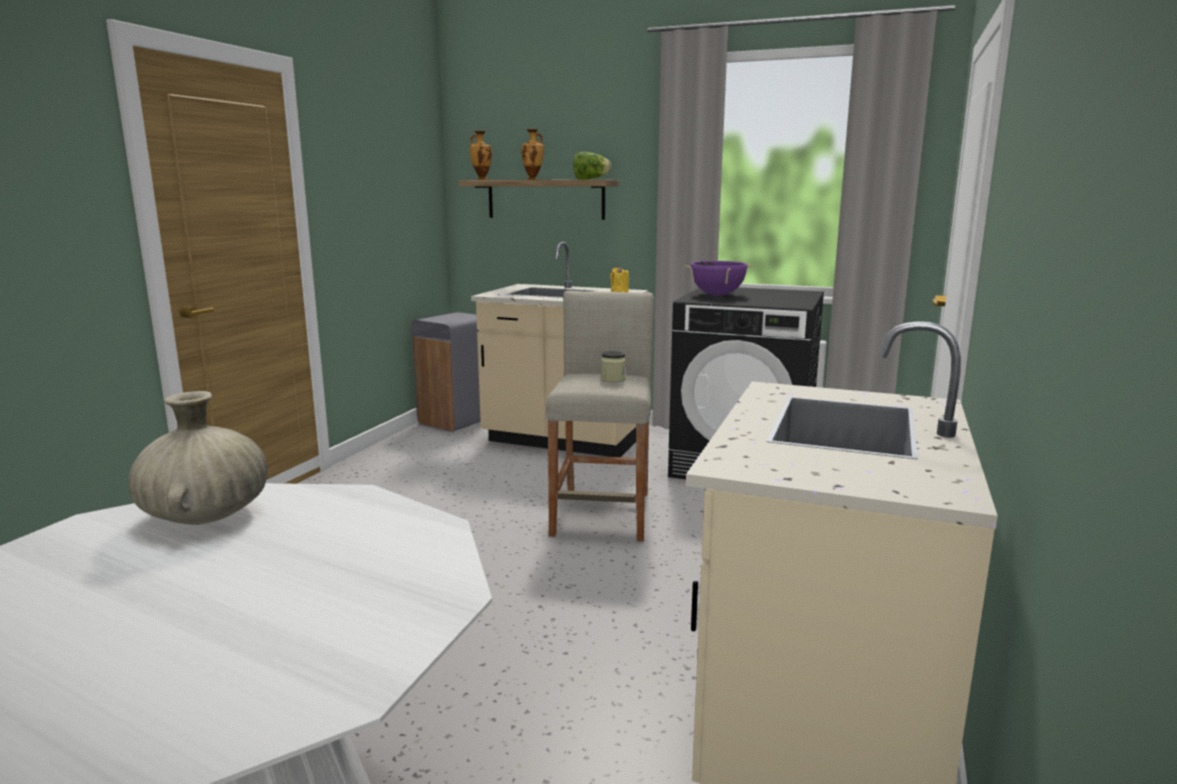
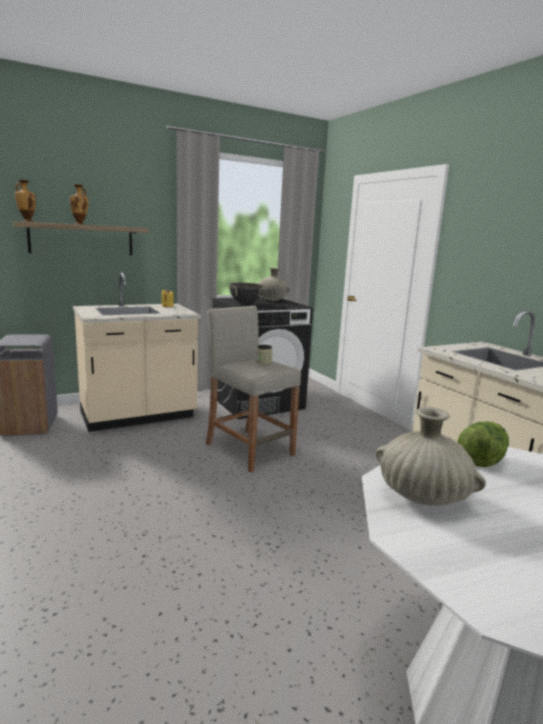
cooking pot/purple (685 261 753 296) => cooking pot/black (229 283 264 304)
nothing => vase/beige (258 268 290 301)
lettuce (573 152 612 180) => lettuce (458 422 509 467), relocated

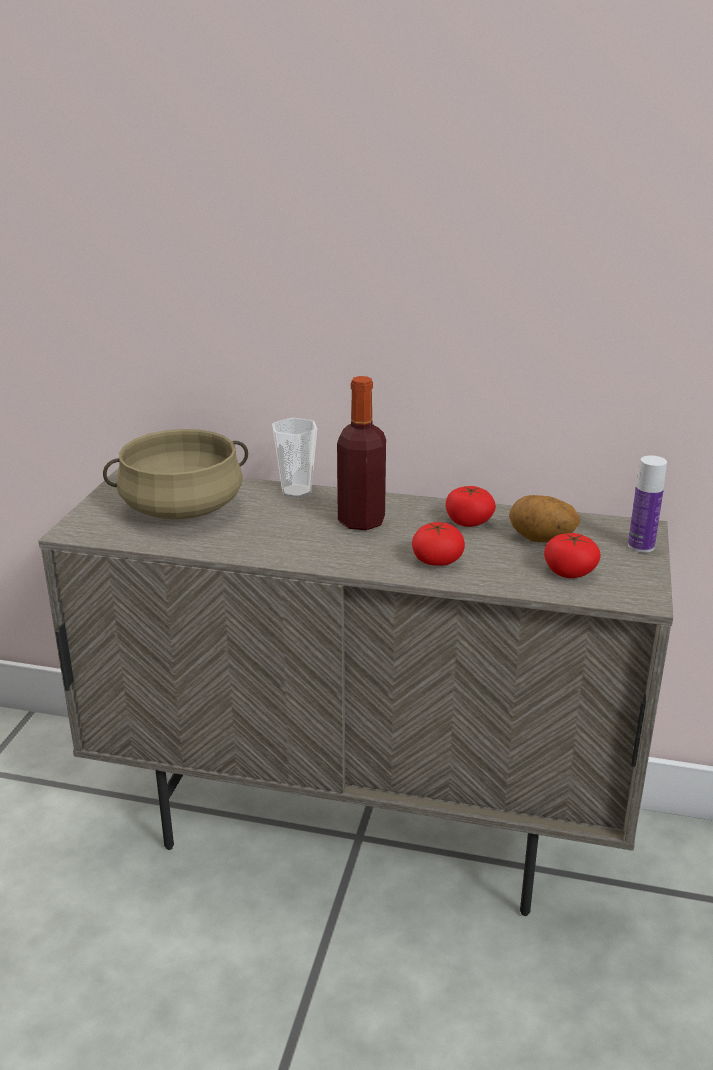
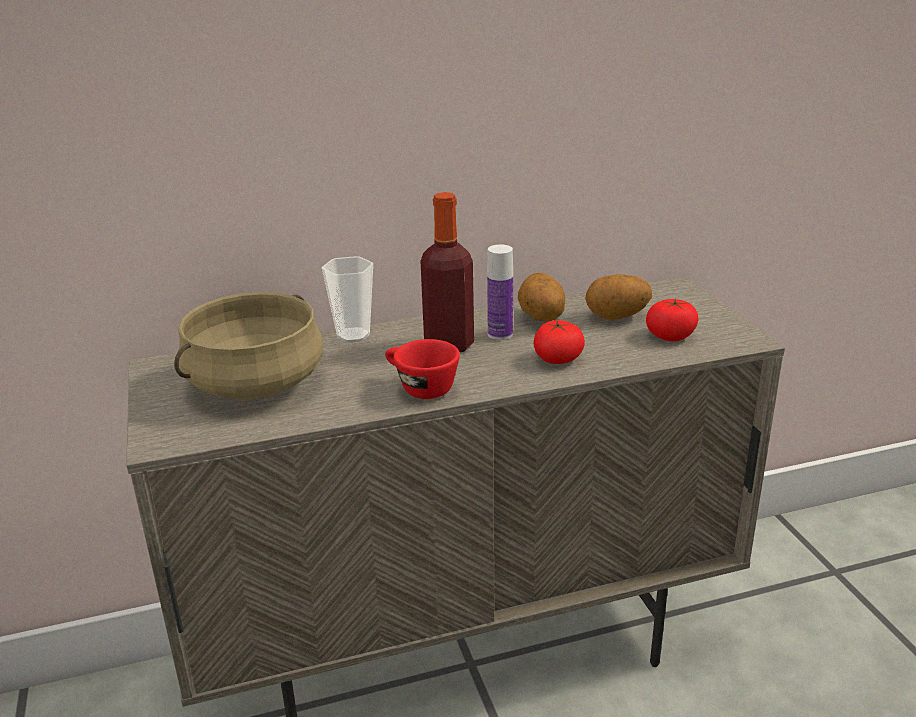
nothing => cup/red (385 339 460 399)
bottle (628 455 667 553) => bottle (487 244 513 340), relocated
tomato (446 486 496 527) => potato (518 273 565 322)

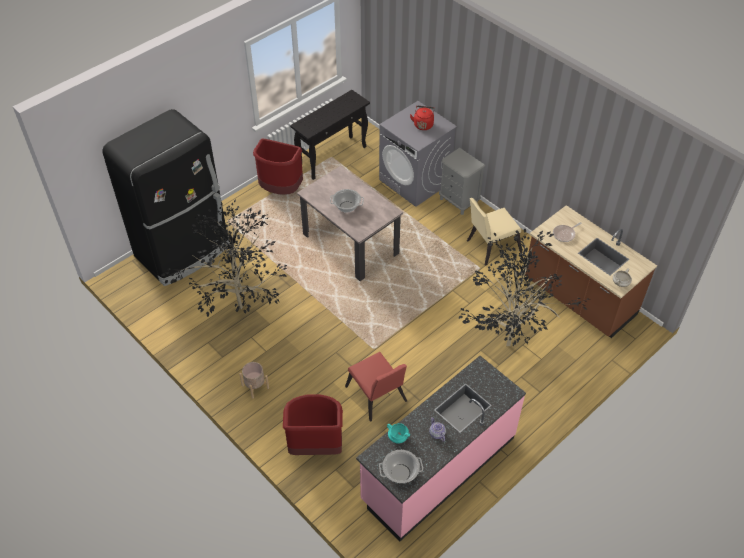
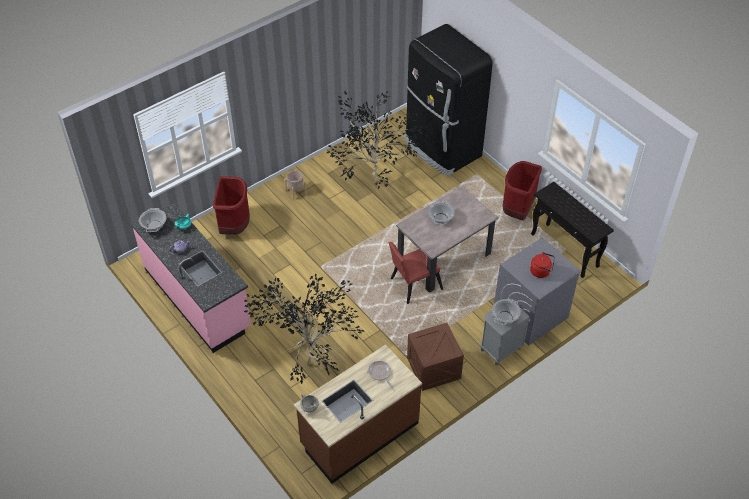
chair/red (345 352 407 422) => chair/red (388 242 443 304), relocated
chair/beige (467 198 523 266) => crate (407 323 464 391)
nothing => cooking pot (492 298 521 326)

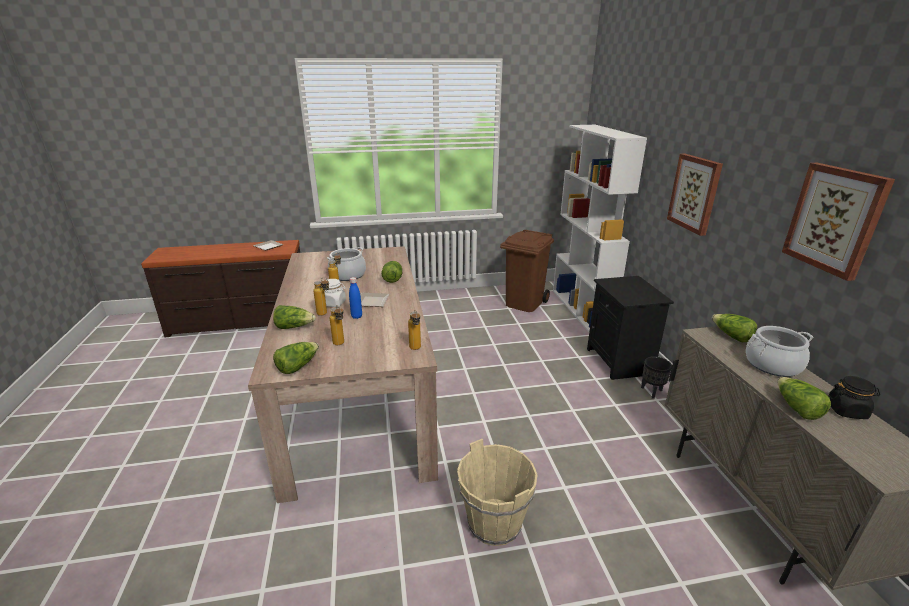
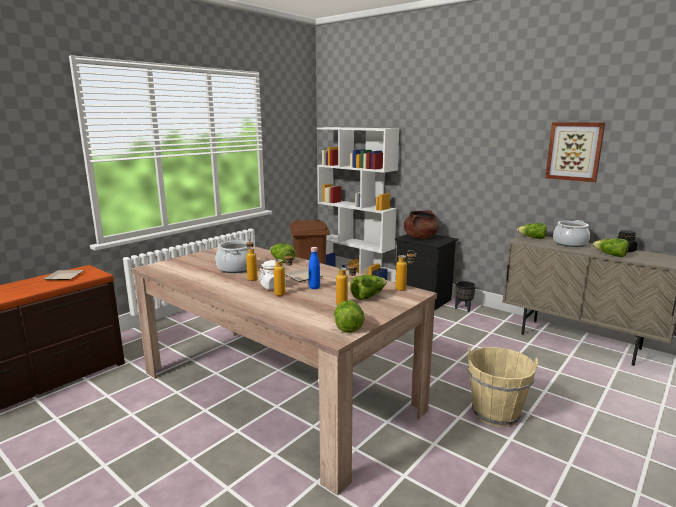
lettuce (273 305 316 329) => lettuce (350 275 387 300), relocated
nothing => cooking pot/brown (404 210 439 239)
picture (667 154 723 236) => nothing

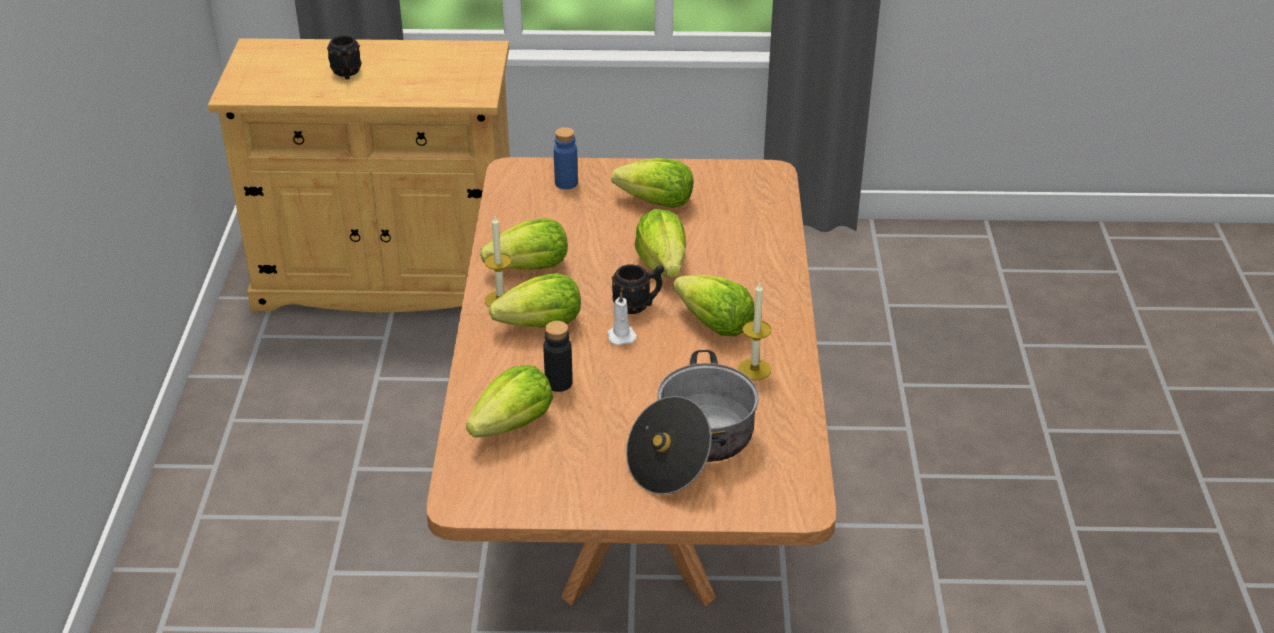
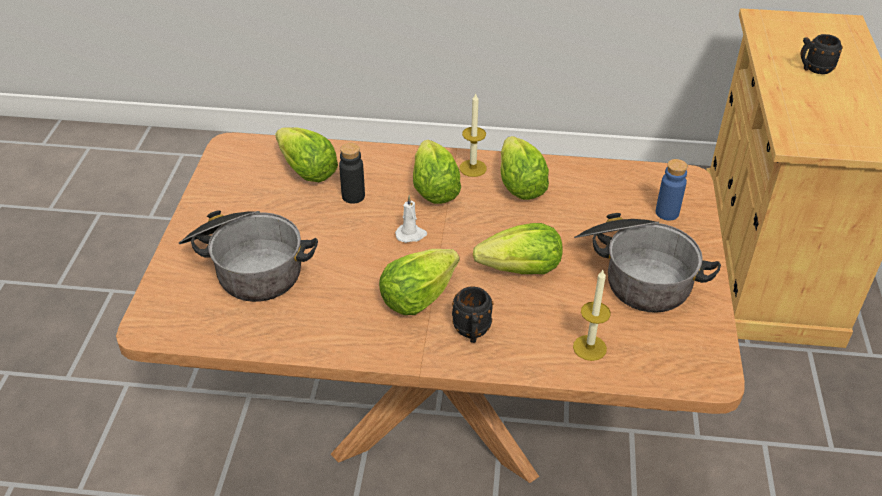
mug/black (611 264 664 314) => mug/black (452 287 494 343), relocated
candle (738 283 771 380) => candle (573 270 611 361), relocated
lettuce (611 158 693 208) => cooking pot (574 213 721 313)

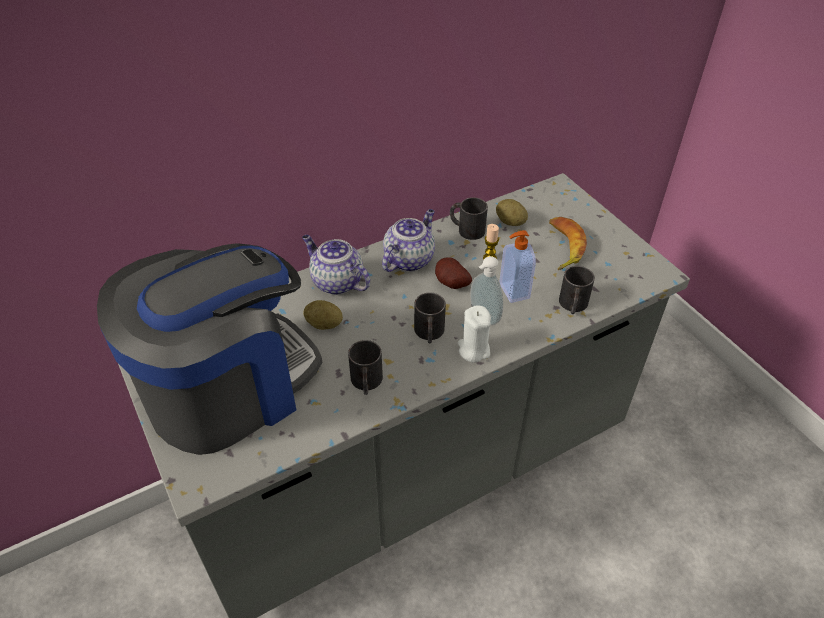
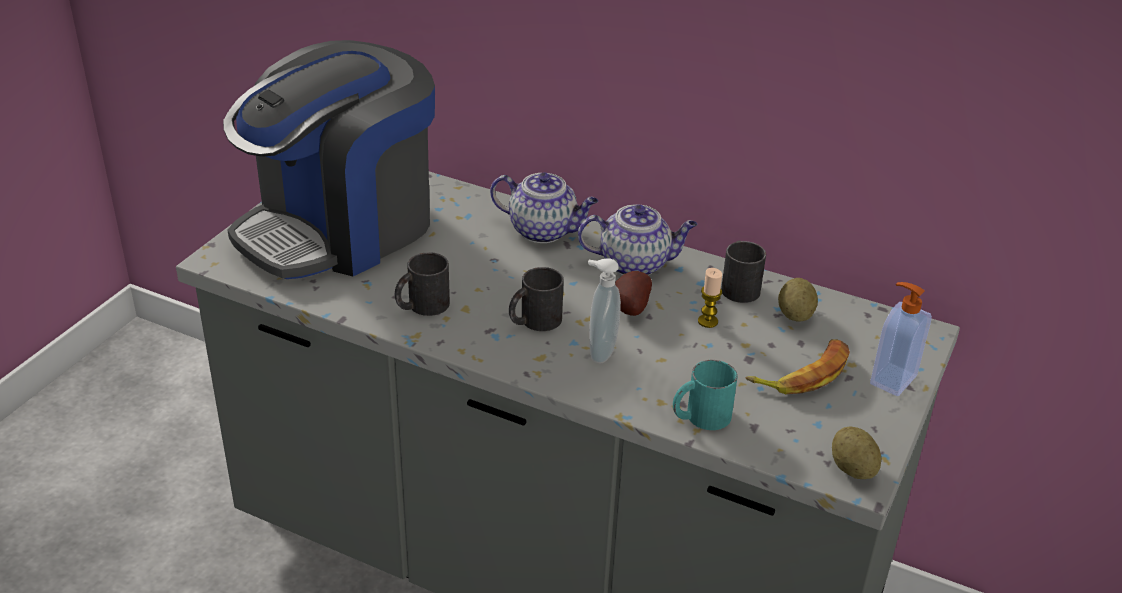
coffee machine (97 243 322 455) => coffee machine (223 40 435 279), 120 degrees clockwise
teapot (302 235 370 295) => teapot (490 172 598 243), 105 degrees clockwise
mug/black (559 266 595 314) => mug/turquoise (673 360 738 430)
potato (303 300 343 330) => potato (832 426 882 479), relocated
soap dispenser (499 230 536 303) => soap dispenser (870 282 932 396), relocated
candle/white (458 306 491 363) => nothing

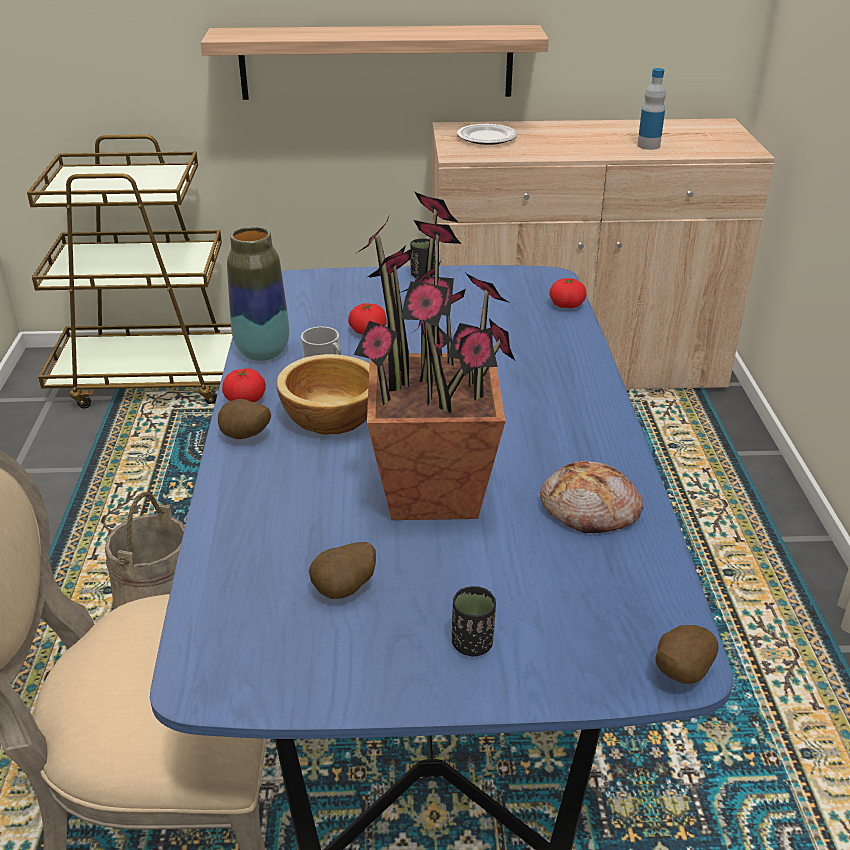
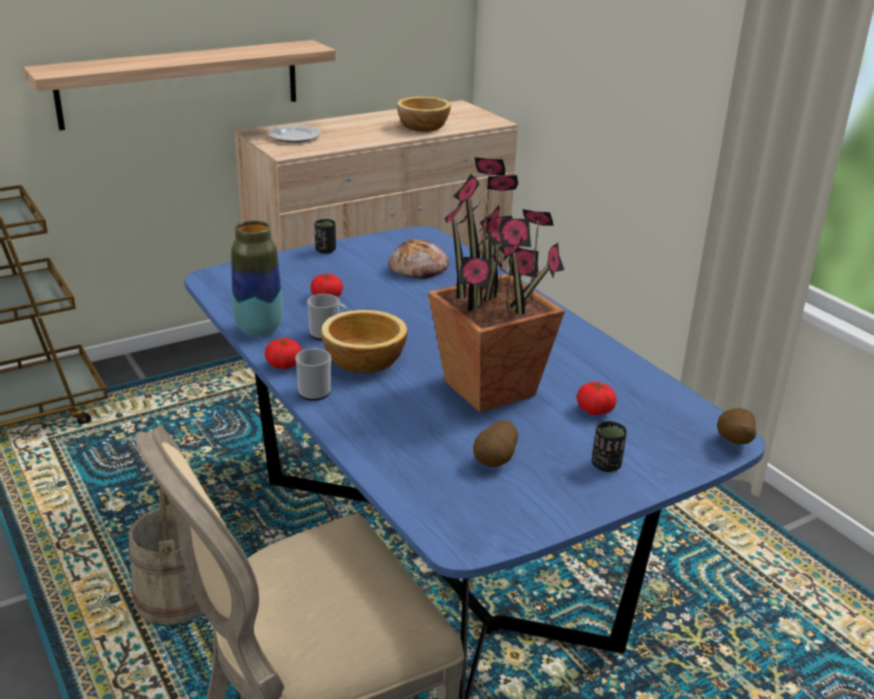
potato (218 399 271 439) => mug (295 348 331 401)
bread (540 461 643 534) => bread (389 239 449 279), relocated
bottle (637 68 666 150) => bowl (397 97 451 132)
tomato (549 278 587 308) => tomato (577 382 617 415), relocated

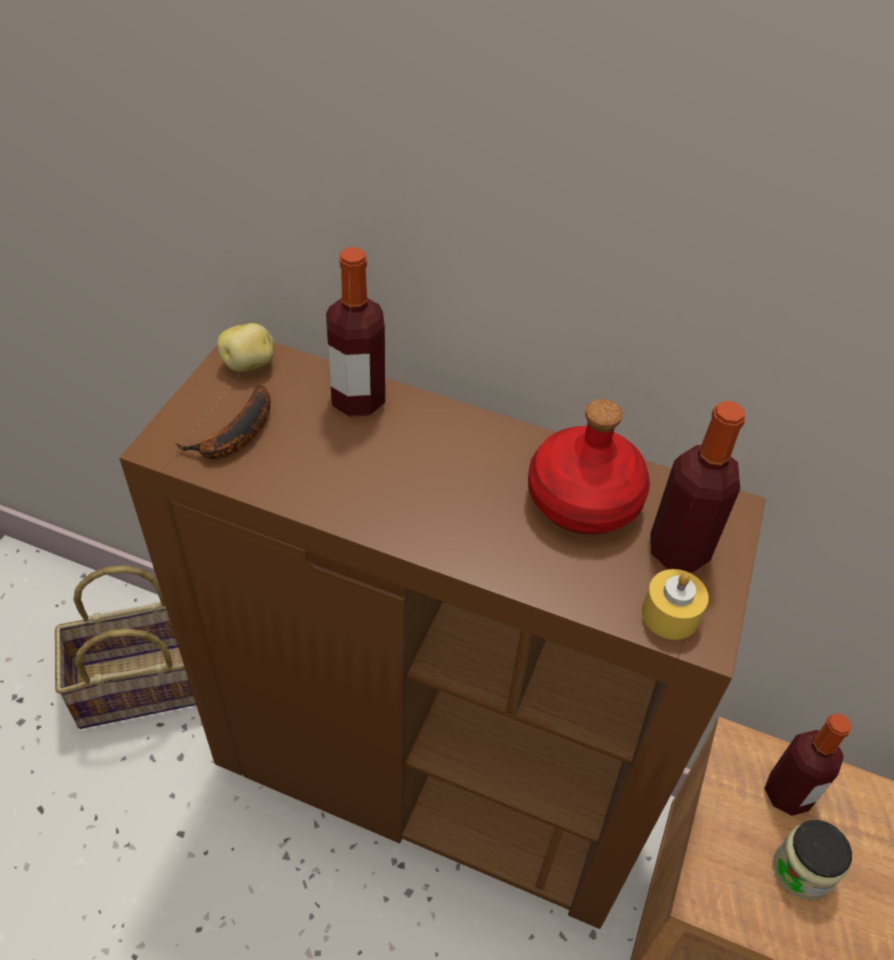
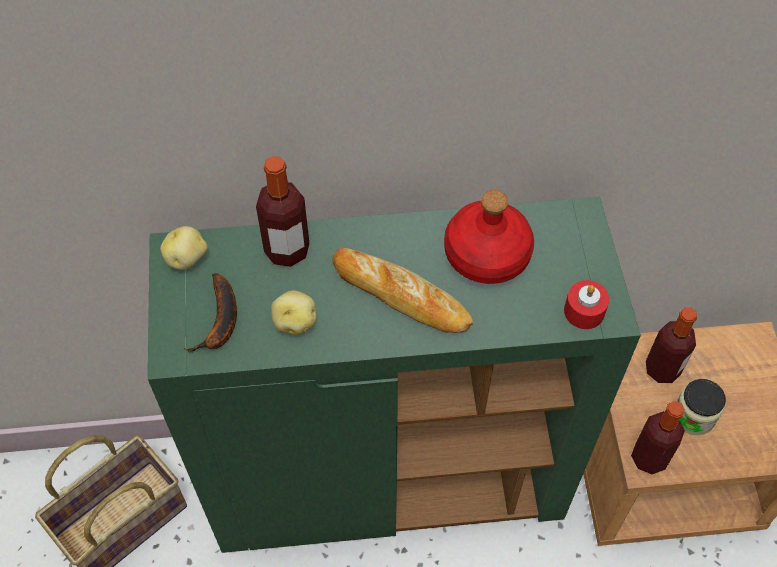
cabinet/brown (119 343 766 929) => cabinet/green (148 197 641 553)
nothing => potato (271 291 317 335)
nothing => bread (332 247 473 333)
candle/yellow (642 569 709 640) => candle/red (564 280 609 329)
bottle (650 401 745 573) => bottle (631 401 685 474), relocated

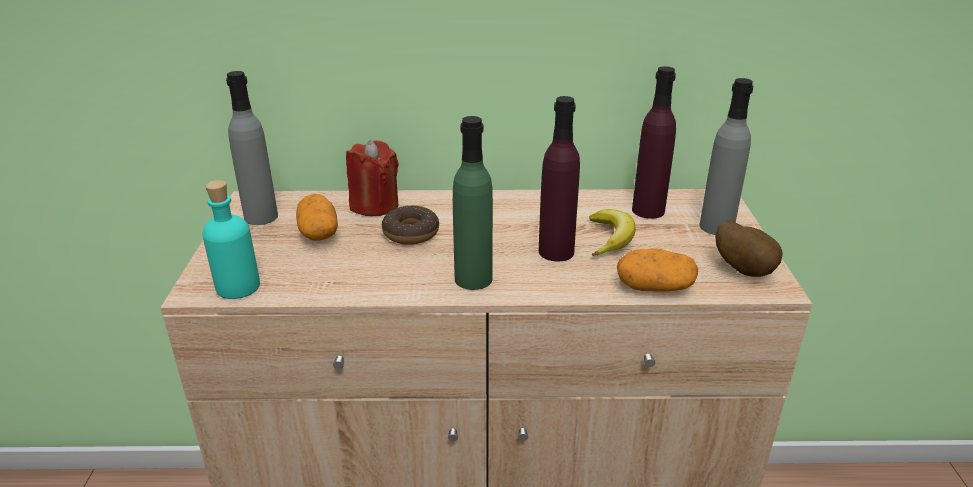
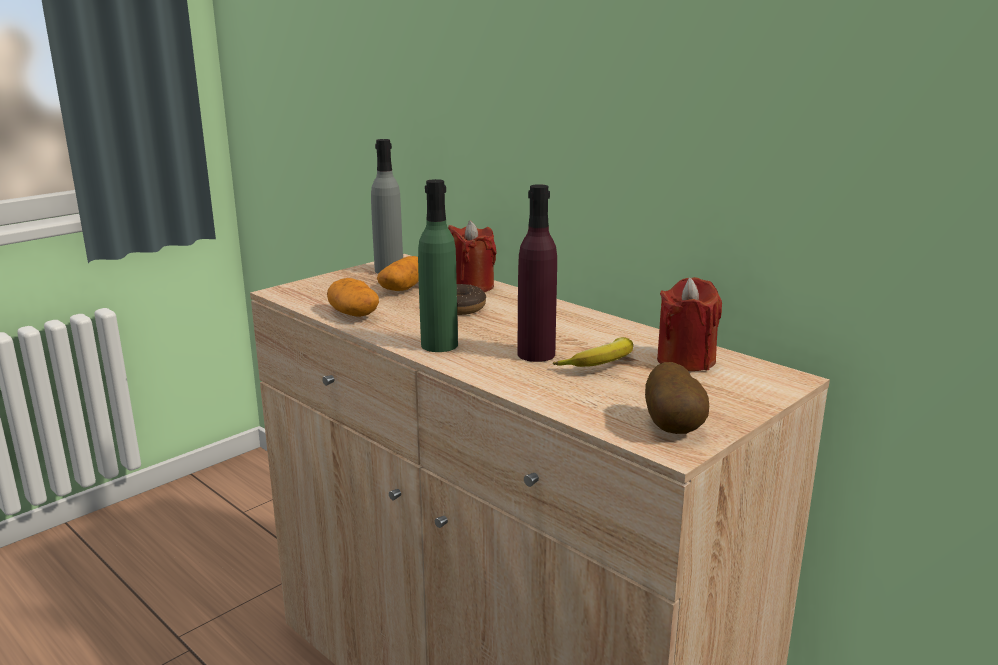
potato (617 248 698 291) => potato (327 278 379 317), relocated
bottle/purple (632 66 676 219) => candle/red (657 277 722 371)
bottle/turquoise (202 180 260 299) => nothing
bottle/grey (699 78 753 235) => nothing

